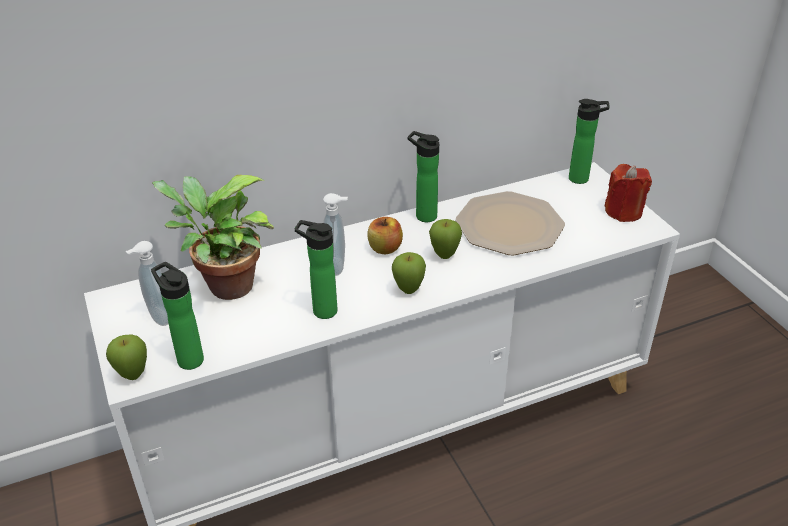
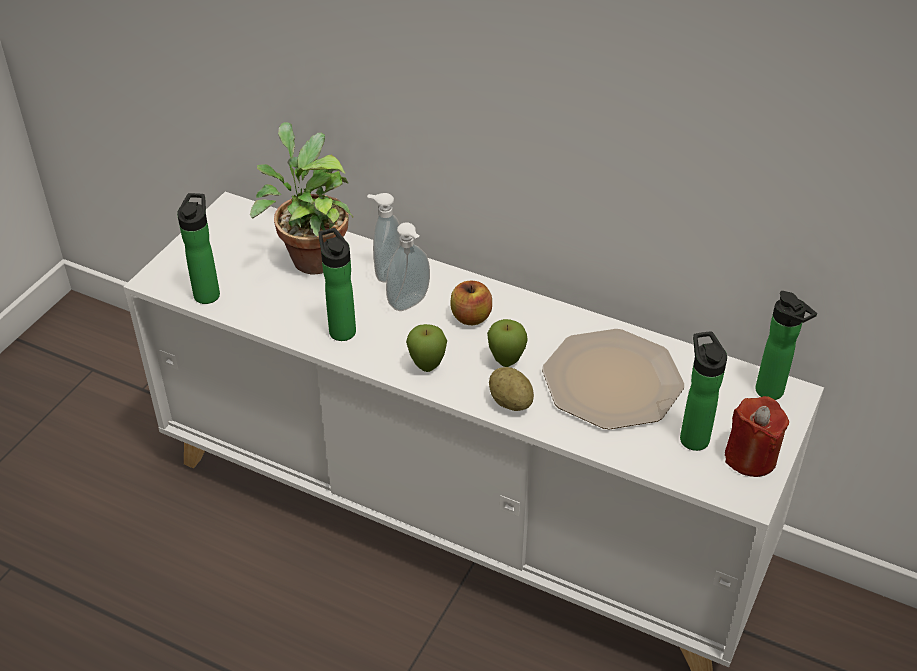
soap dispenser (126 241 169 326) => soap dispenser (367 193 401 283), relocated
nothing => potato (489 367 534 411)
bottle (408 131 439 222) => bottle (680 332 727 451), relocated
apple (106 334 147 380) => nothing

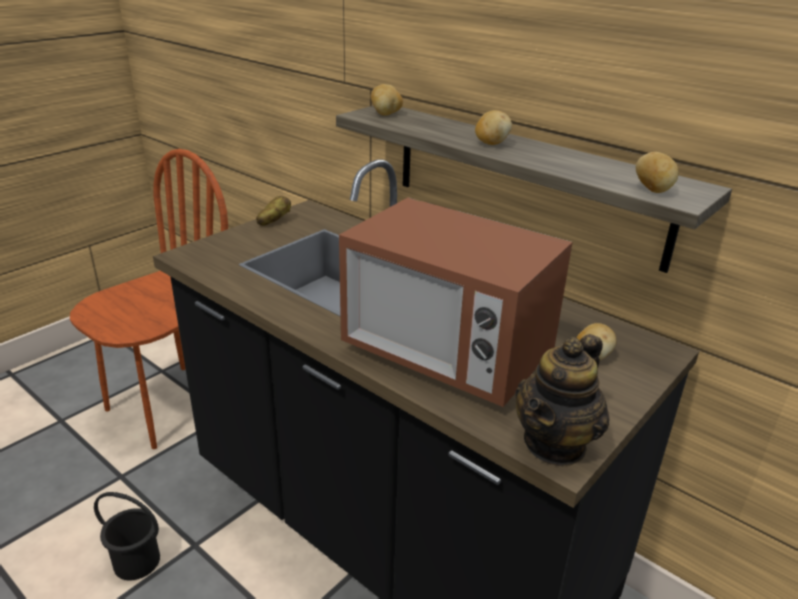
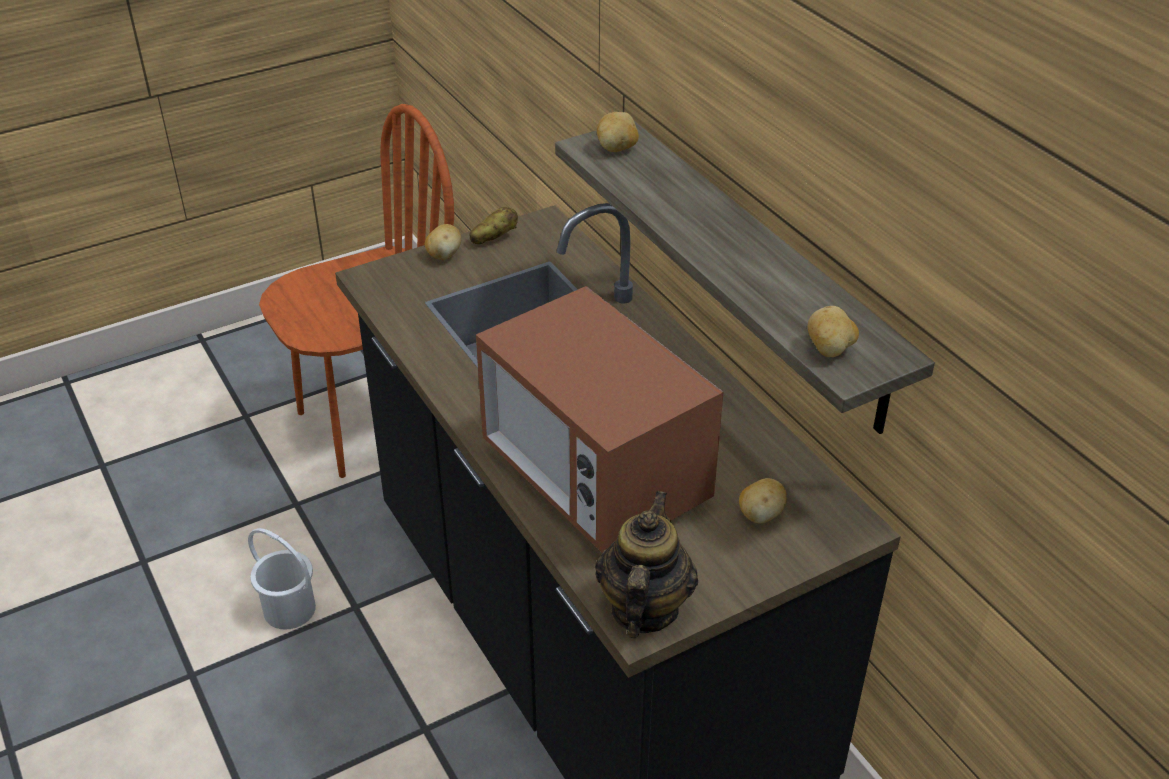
bucket/black (94 492 160 580) => bucket/white (248 528 316 630)
potato (475 110 512 145) => potato (425 224 461 260), relocated
teapot (515 334 609 467) => teapot (595 491 698 638), 135 degrees clockwise

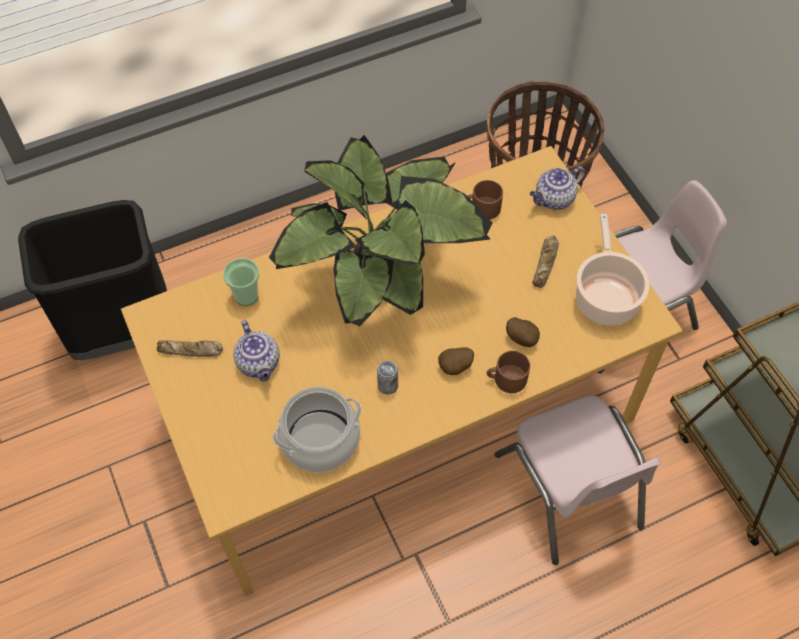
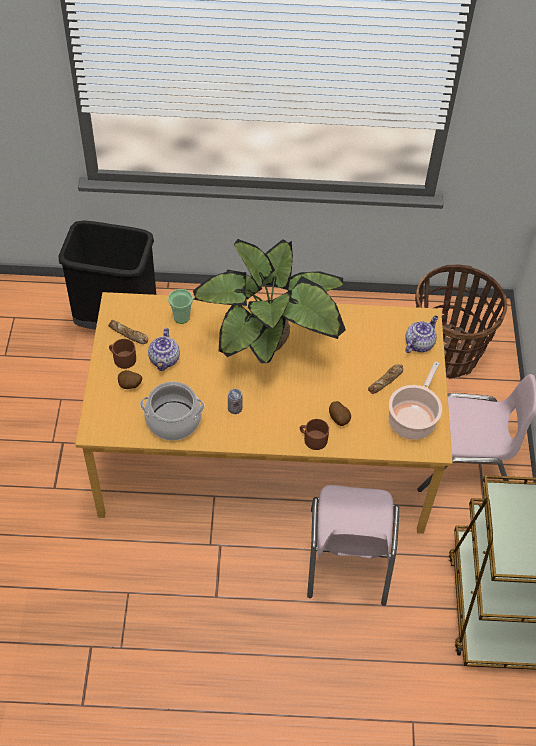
mug/brown (467 180 503 219) => mug/brown (109 339 136 369), relocated
potato (438 347 474 375) => potato (118 370 142 389), relocated
teapot (530 166 585 210) => teapot (405 315 438 353), 135 degrees clockwise

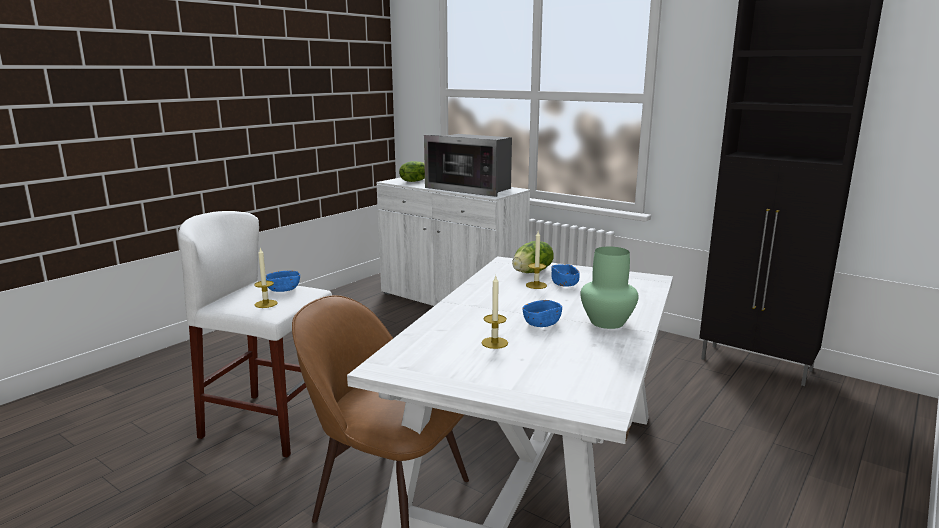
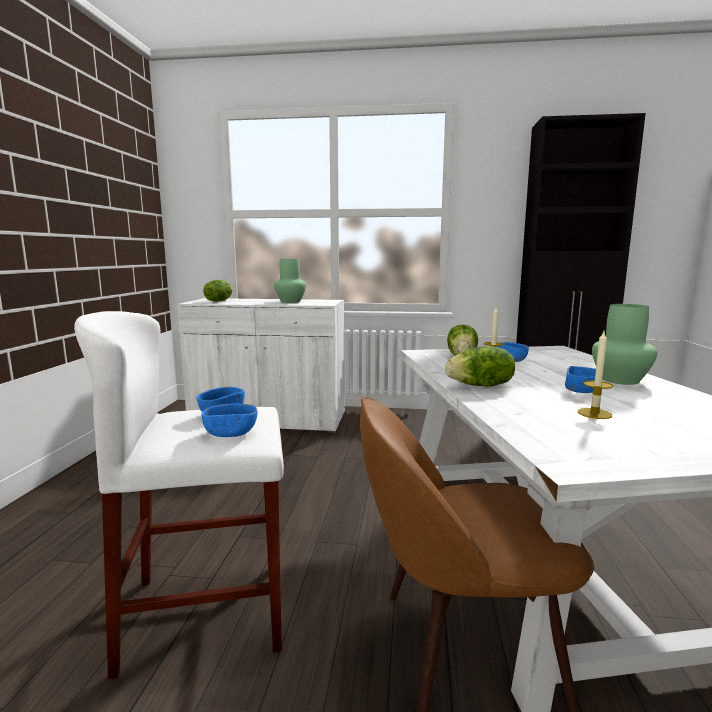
candle (254 247 278 308) => bowl/blue (202 404 257 437)
microwave (424 134 512 197) => vase/green (274 259 306 303)
nothing => lettuce (445 346 515 387)

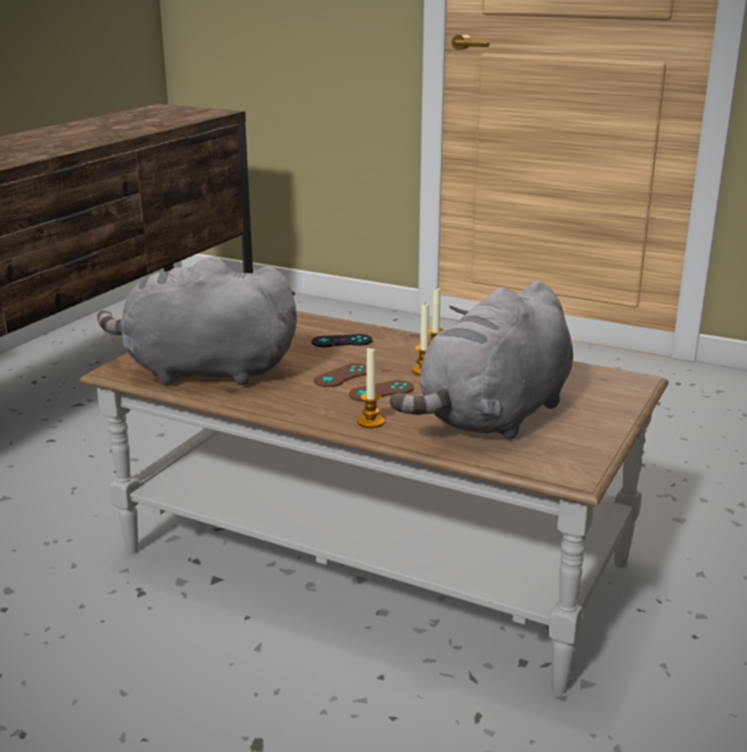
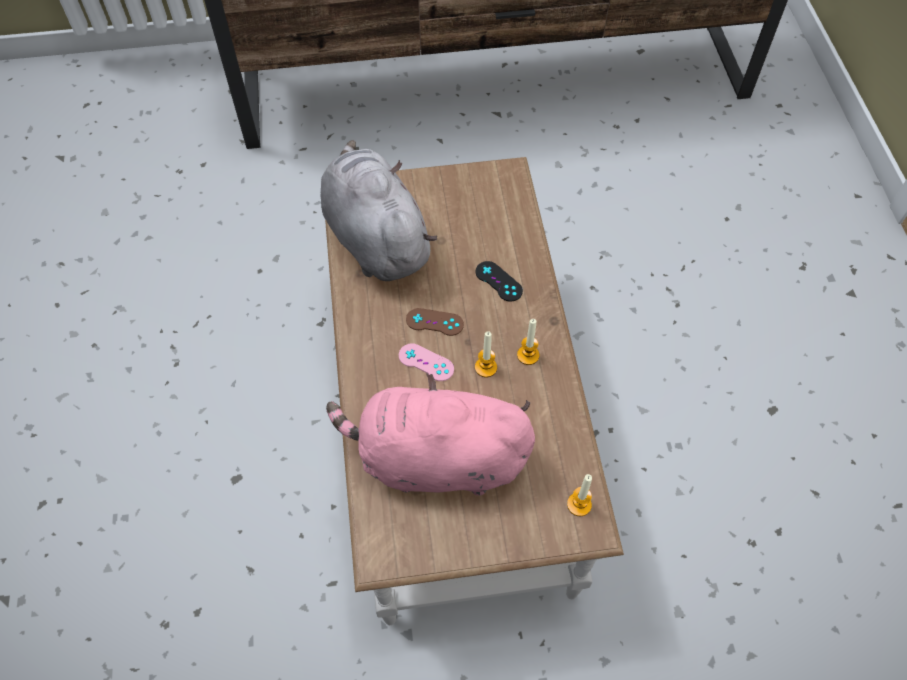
plush toy/grey (390 281 573 440) => plush toy/pink (326 374 535 496)
game controller/brown (349 380 414 401) => game controller/pink (399 343 454 381)
candle (357 348 385 428) => candle (567 474 592 516), relocated

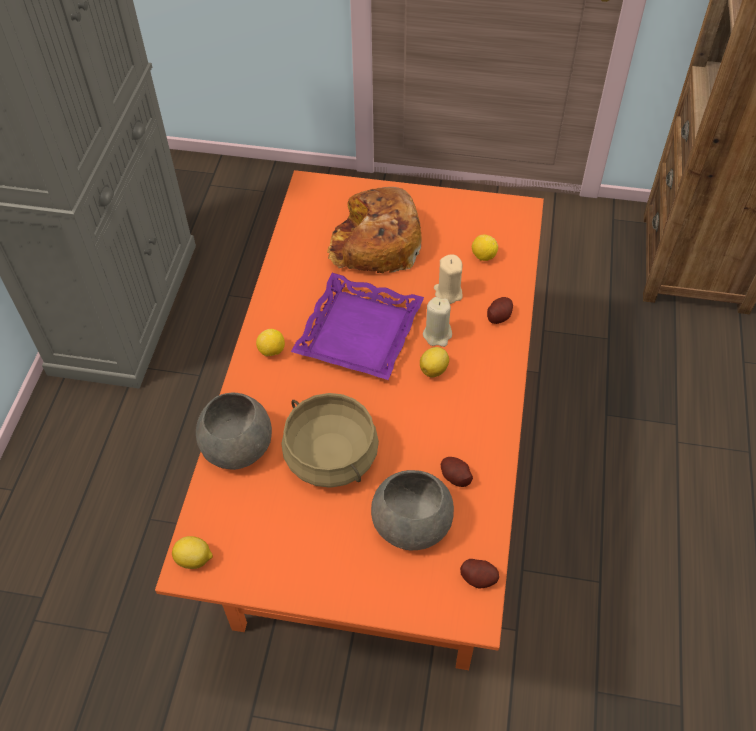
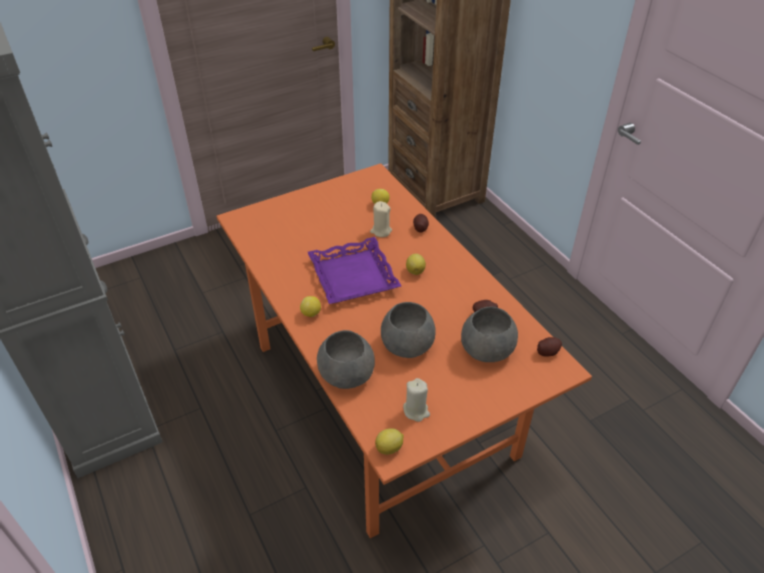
cooking pot/beige (282 393 379 488) => bowl/grey (381 302 436 358)
candle/beige (423 297 452 347) => candle/beige (403 378 430 422), relocated
bread (327 187 422 274) => nothing

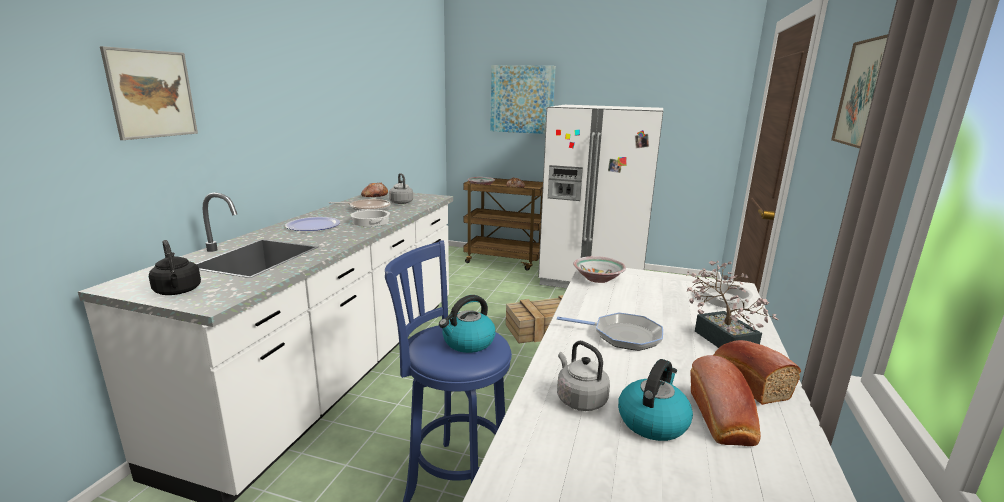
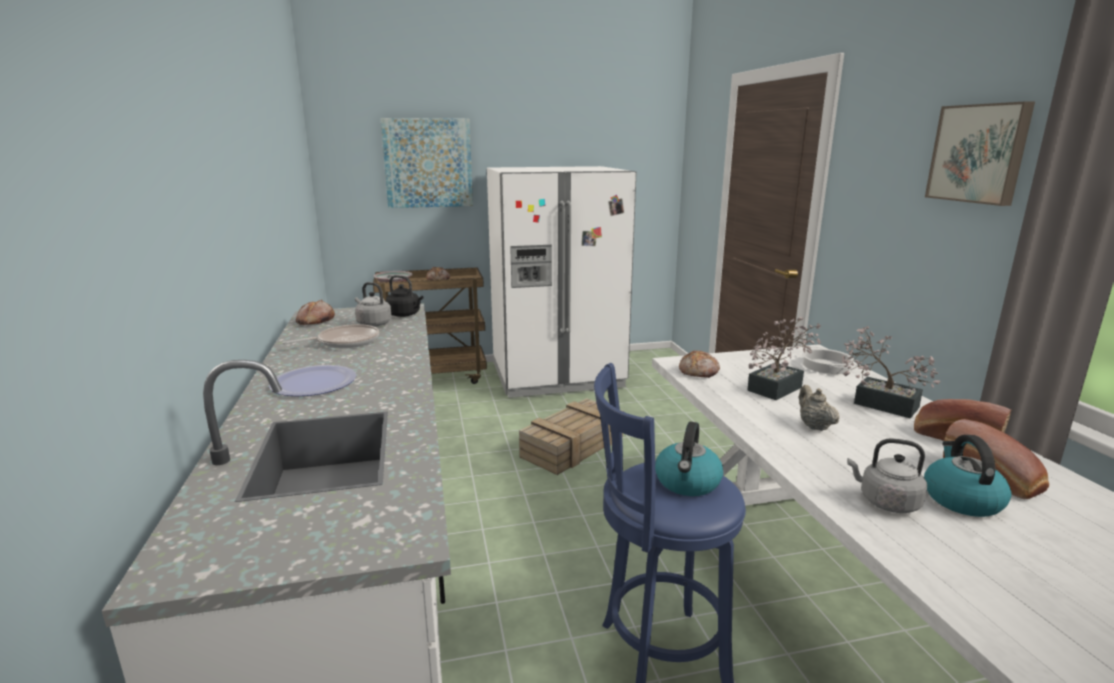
kettle/black (149 240 201 295) => kettle/black (386 275 424 317), relocated
bowl (573 256 626 283) => bread (679 350 720 378)
nothing => potted plant (747 317 821 400)
frying pan (557 312 663 351) => teapot/beige (799 385 839 431)
picture (100 46 198 140) => nothing
cooking pot (351 209 390 227) => nothing

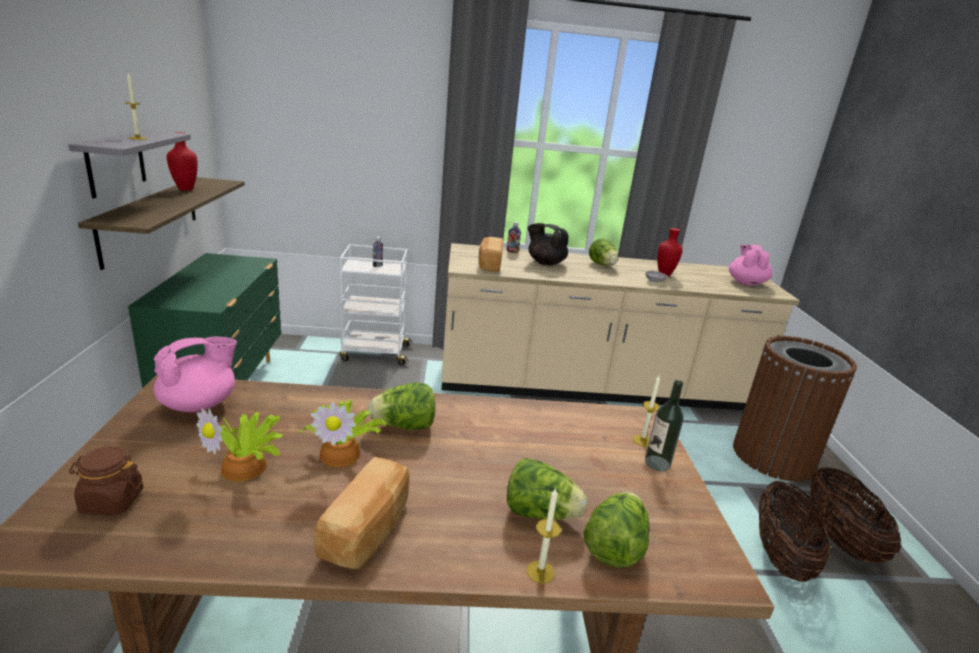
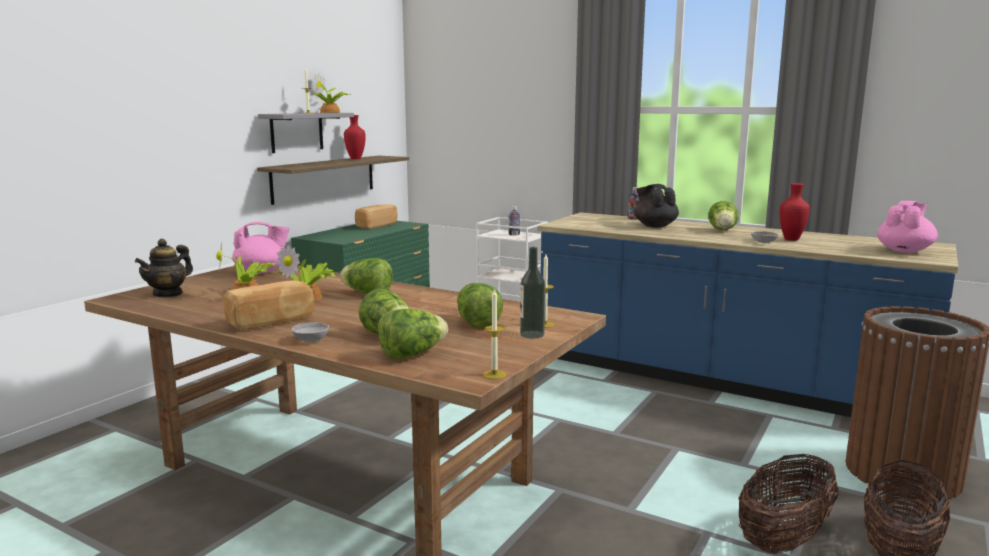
jar/brown (69 446 143 515) => teapot (135 239 193 298)
nothing => bowl/grey (291 322 329 342)
nothing => potted plant (311 73 350 113)
bread (479 237 503 272) => bread (355 204 398 229), relocated
nothing => lettuce (457 283 503 328)
candle (526 488 561 584) => candle (483 288 506 379), relocated
counter/beige (441 243 800 410) => counter/blue (537 212 958 417)

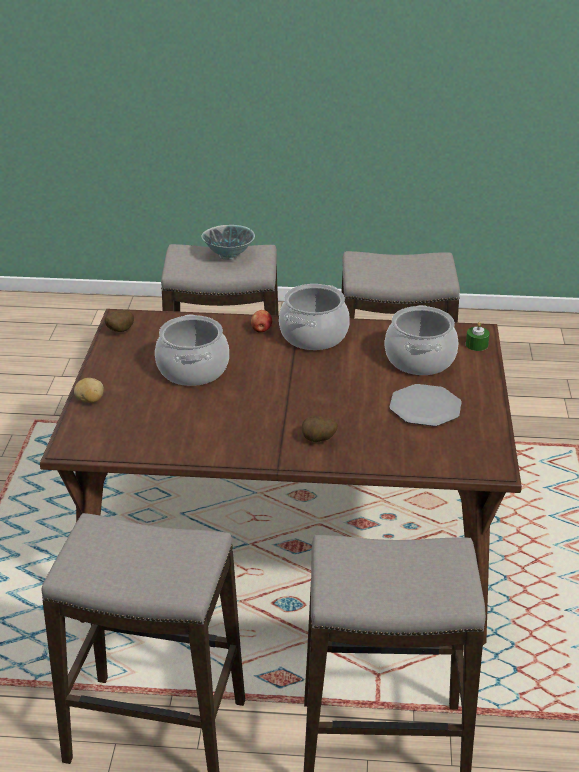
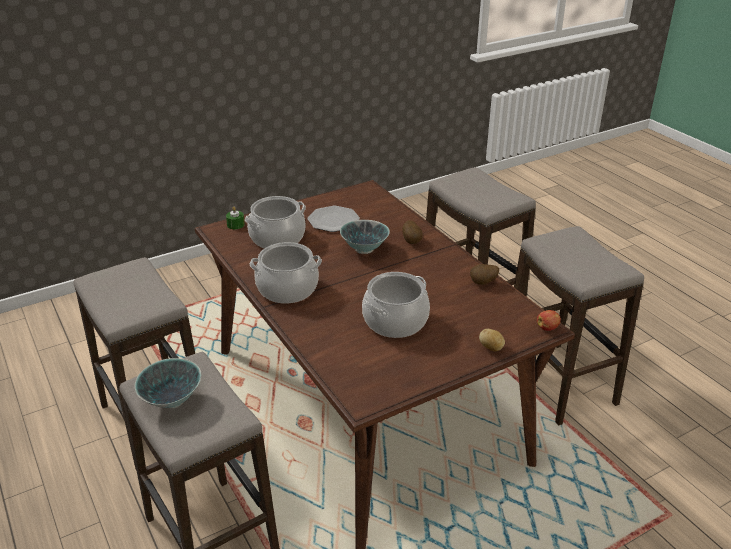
nothing => bowl (340 220 390 254)
potato (104 310 134 332) => potato (470 264 499 285), relocated
apple (251 310 272 333) => apple (537 310 561 331), relocated

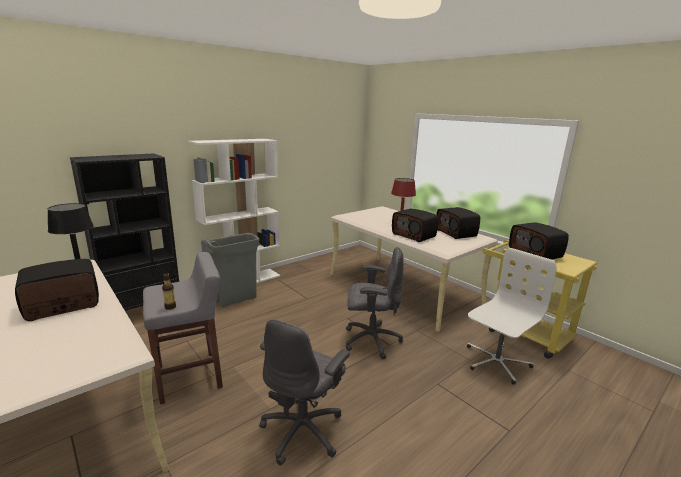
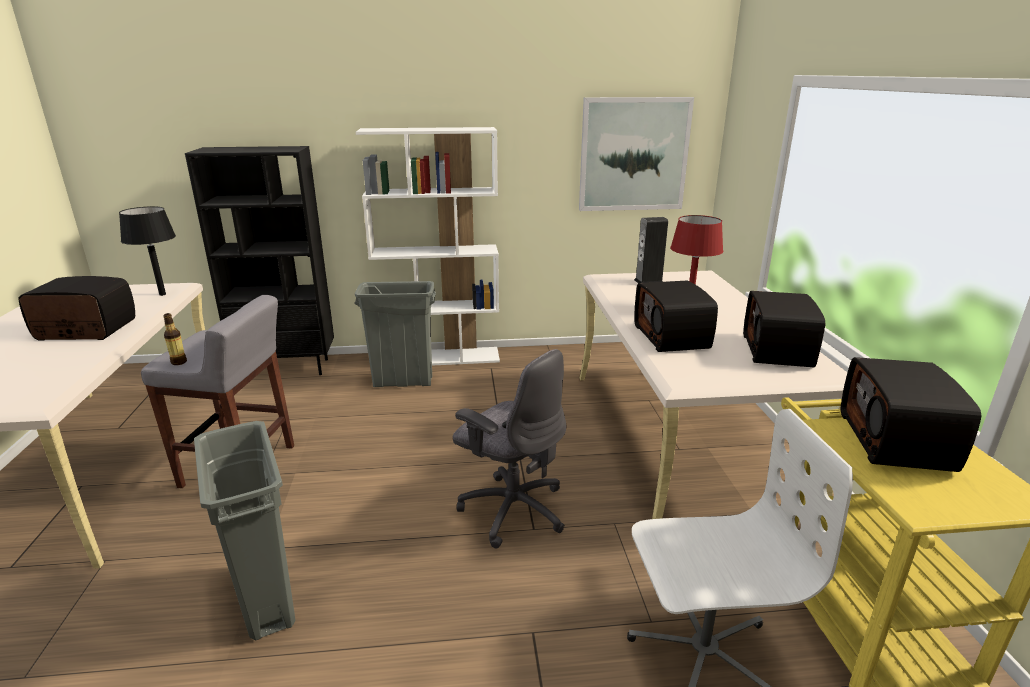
office chair/grey (259 319 350 465) => trash can/grey (194 421 295 640)
nothing => picture (579 97 694 211)
nothing => speaker (634 217 668 283)

